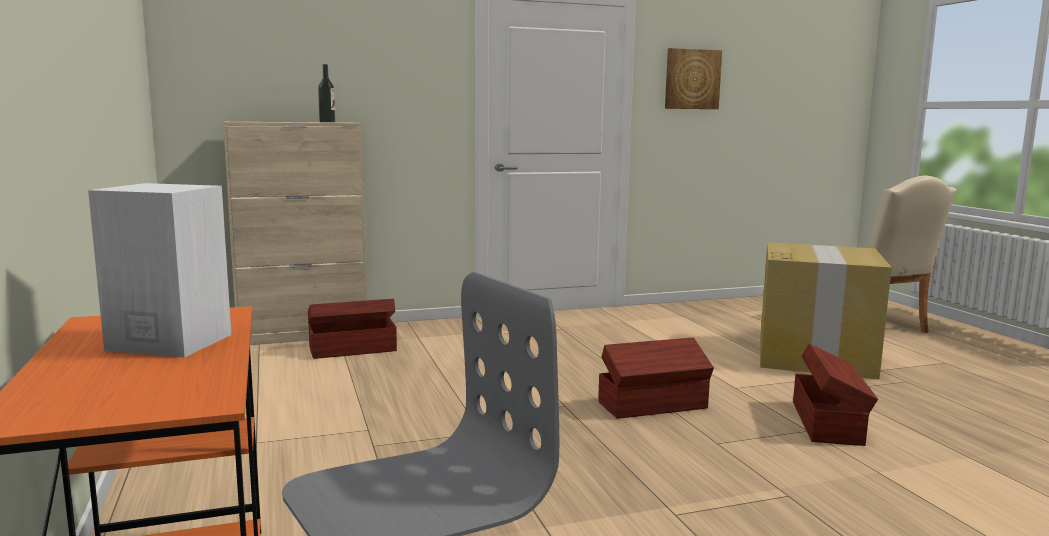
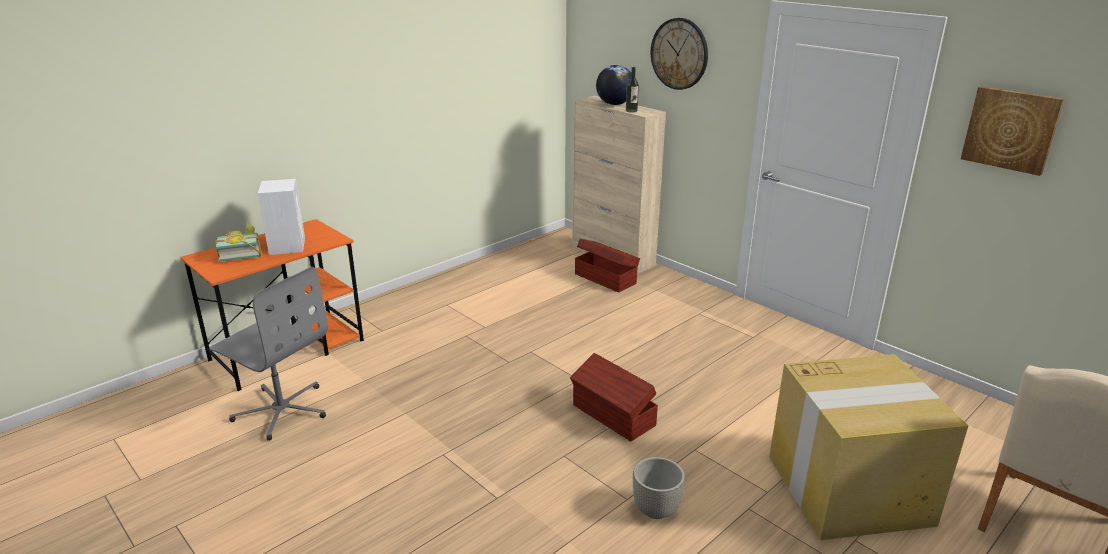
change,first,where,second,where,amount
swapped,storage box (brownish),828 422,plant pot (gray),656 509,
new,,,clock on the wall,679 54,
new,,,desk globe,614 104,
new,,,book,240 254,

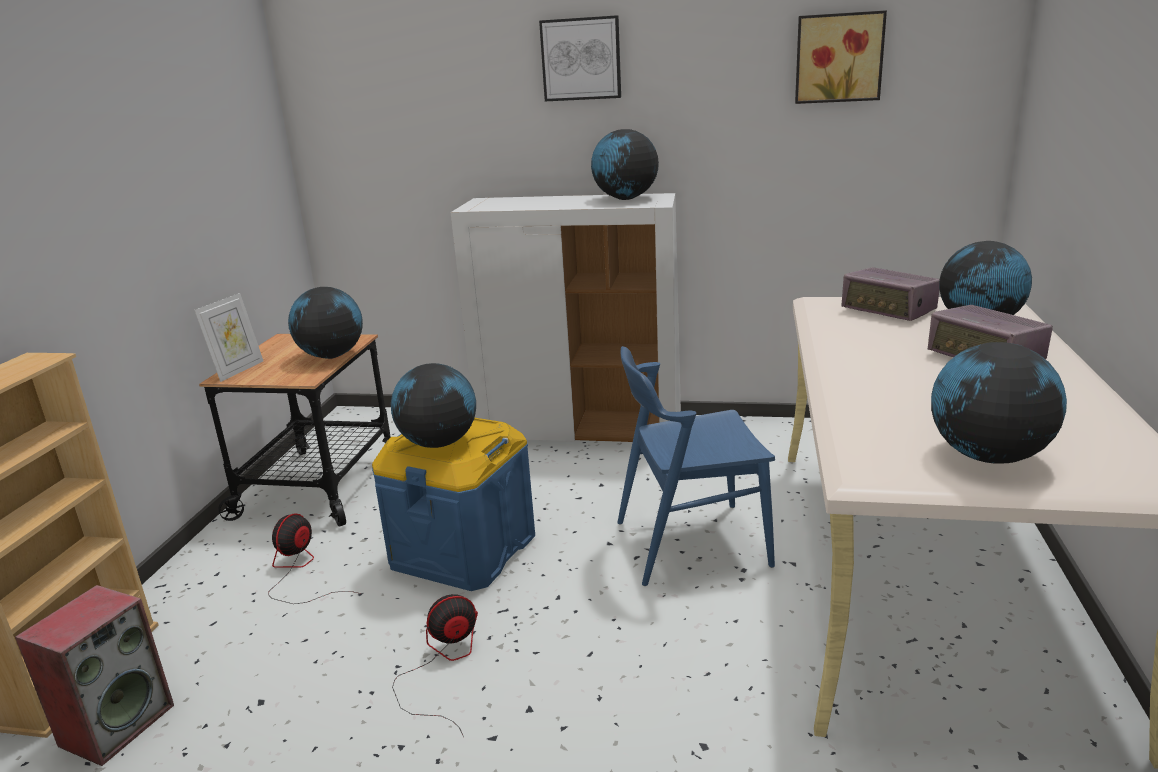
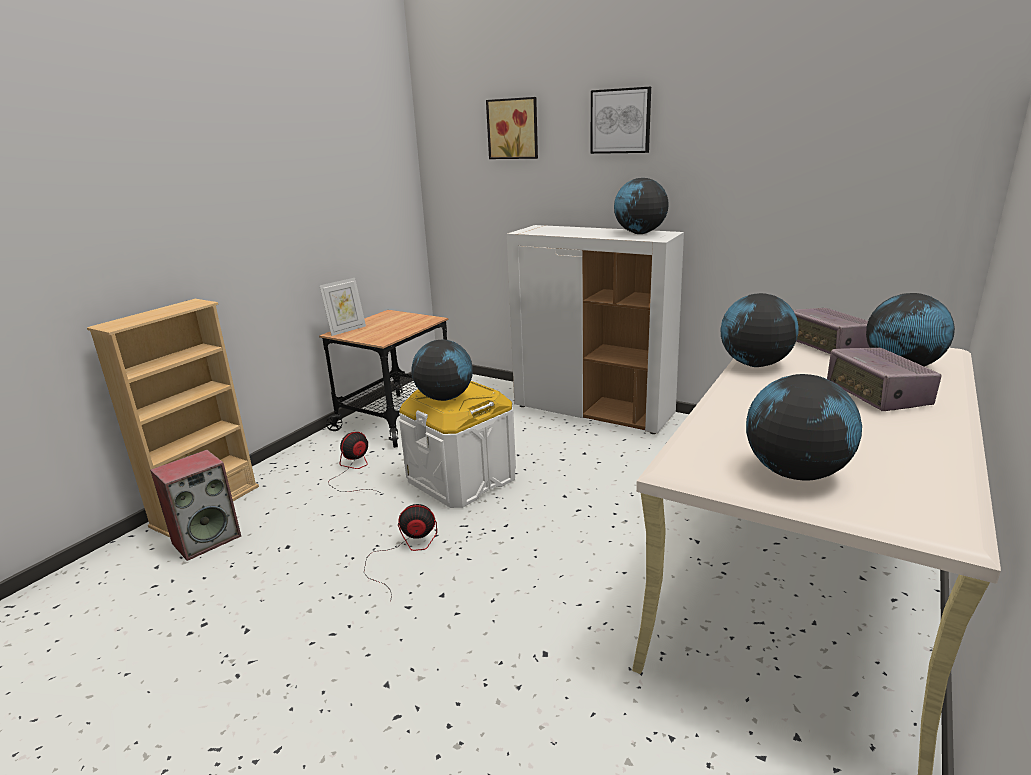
change,first,where,second,where,amount
shifted,wall art,838 58,,514 129,
shifted,desk globe,331 356,,754 364,
gone,plain chair (blue-coloured),690 543,,,
repainted,storage box (blue-coloured),463 550,storage box (whitish),462 479,

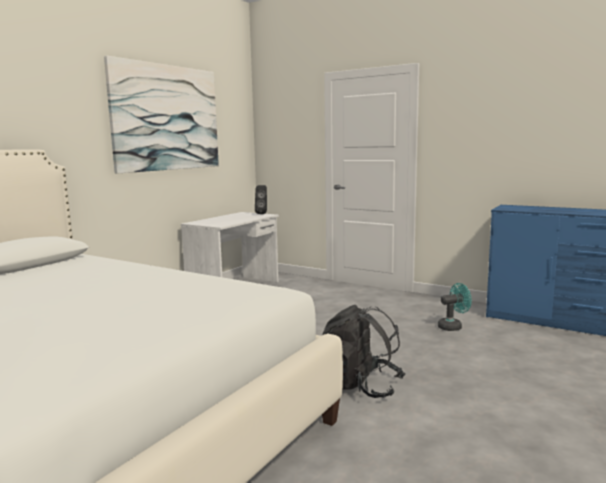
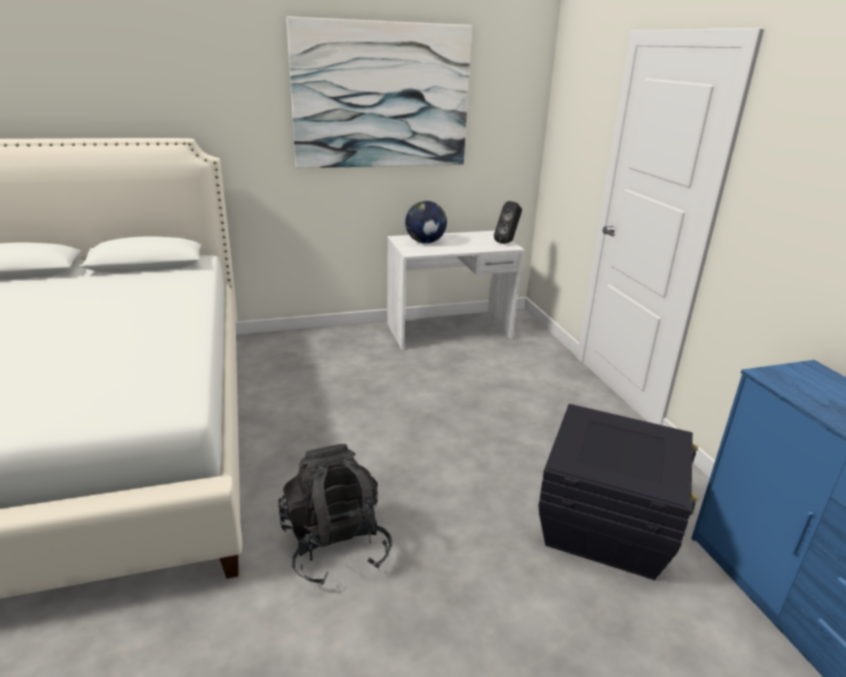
change,first,where,second,where,amount
swapped,electric fan (turquoise-coloured),453 326,storage box (black),606 526,
new,,,desk globe,425 242,

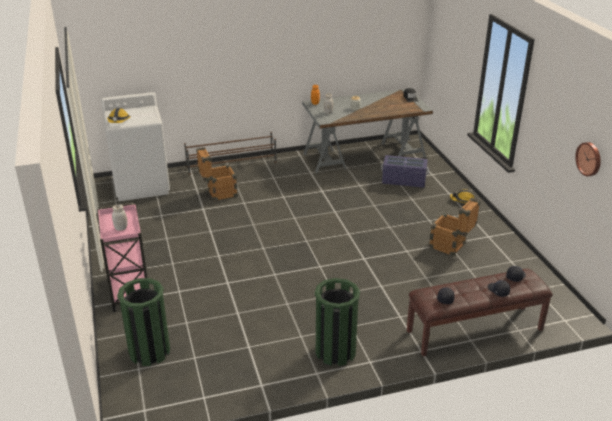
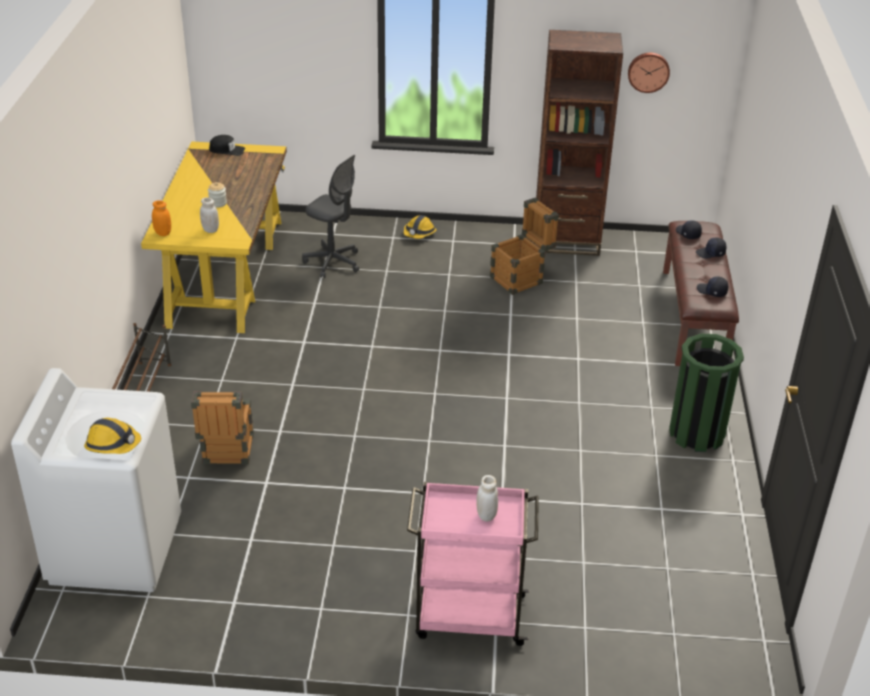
change,first,where,second,where,amount
repainted,desk table (gray),364 155,desk table (yellow),225 272,
swapped,storage box (purple),403 181,office chair (gray),333 262,
gone,waste bin (green),149 351,,,
new,,,shelving unit (brownish),566 241,

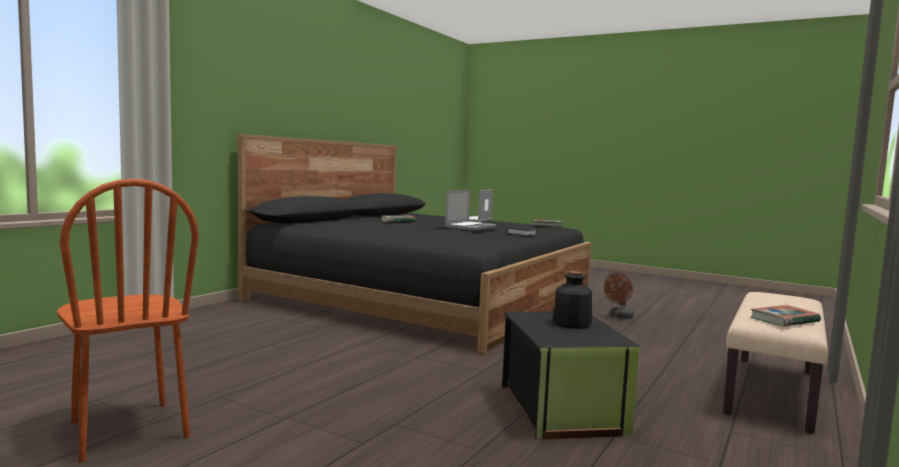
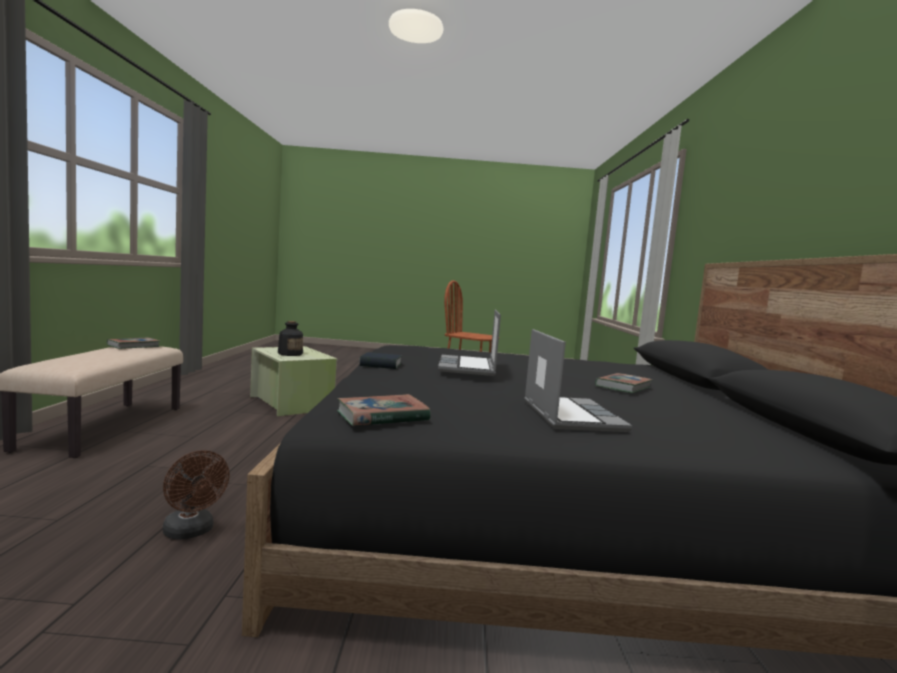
change,first,where,second,where,amount
rotated,electric fan (brownish),619 316,,191 532,120 degrees clockwise
repainted,storage box (black),559 408,storage box (green),292 403,

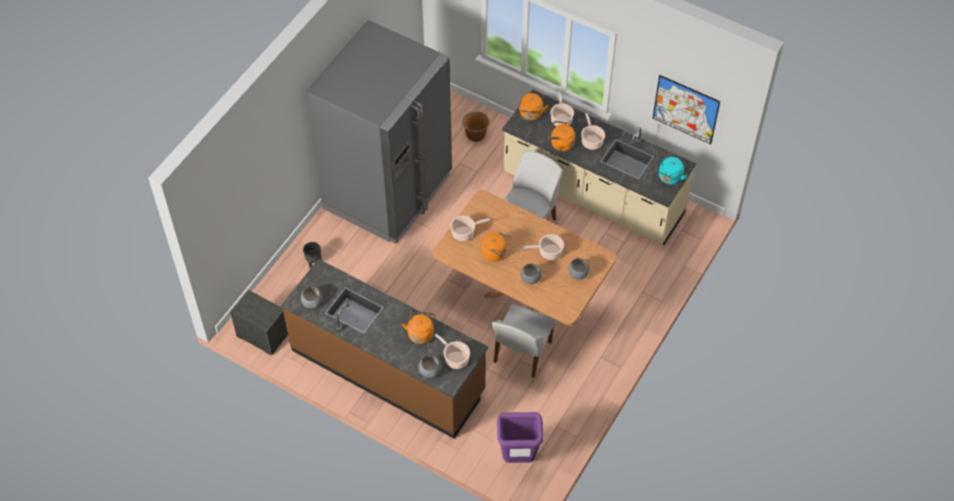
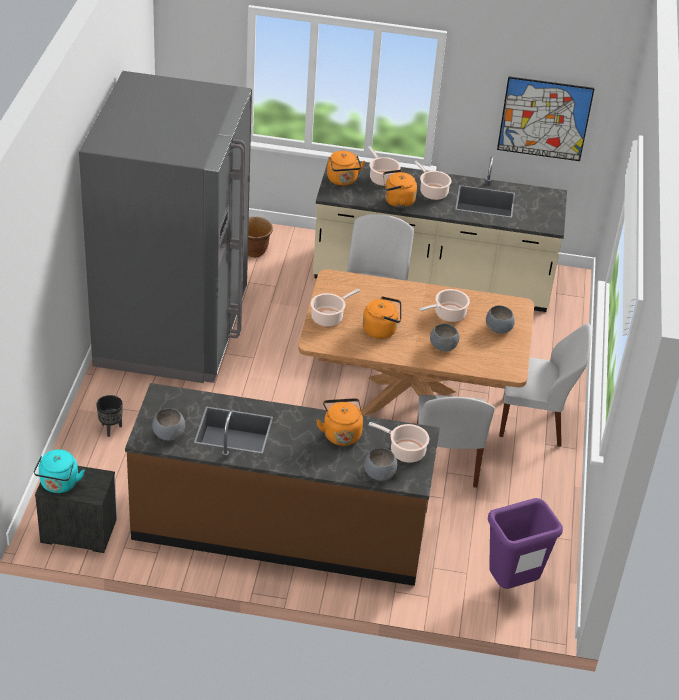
change,first,where,second,where,amount
shifted,tea kettle (turquoise-coloured),669 178,,59 485,
new,,,plain chair (whitish),534 422,

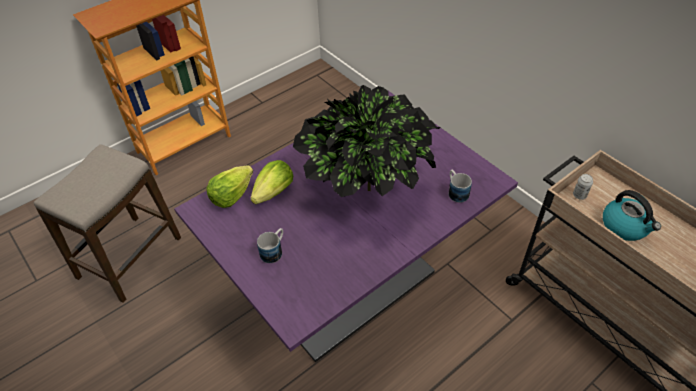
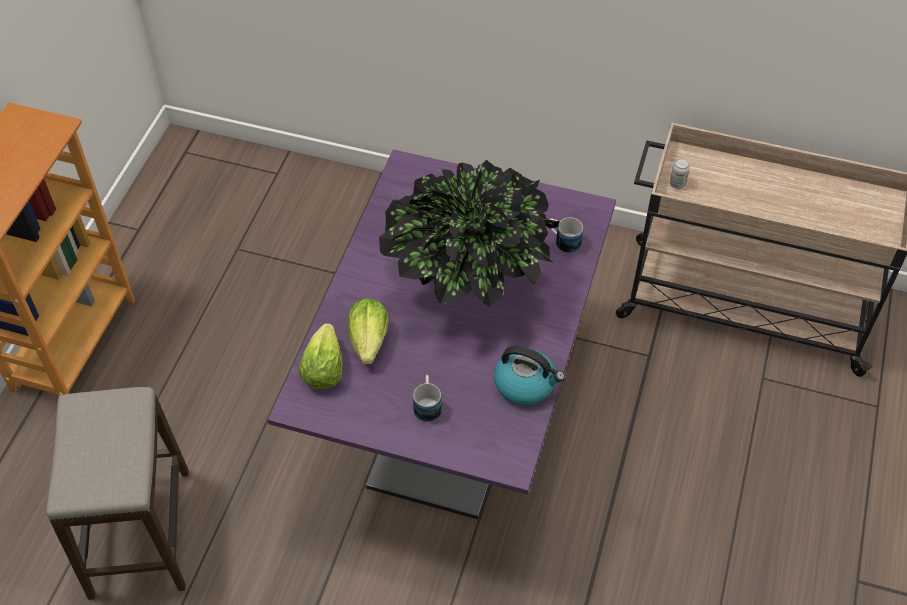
change,first,where,second,where,amount
shifted,tea kettle,625 226,,525 384,

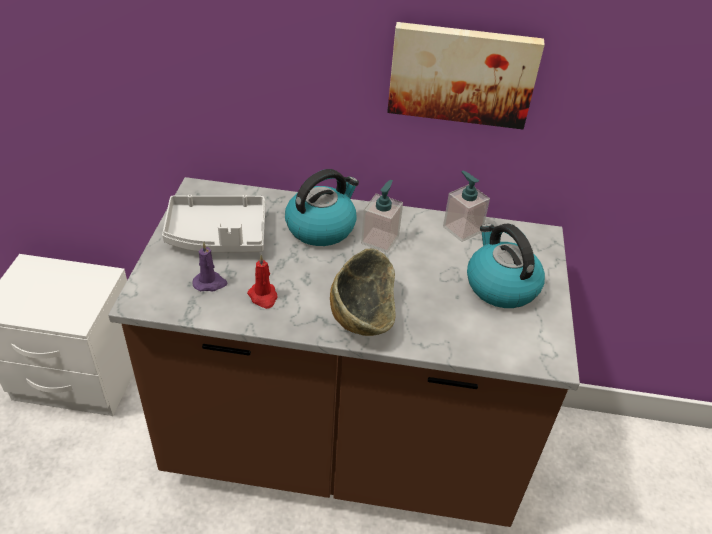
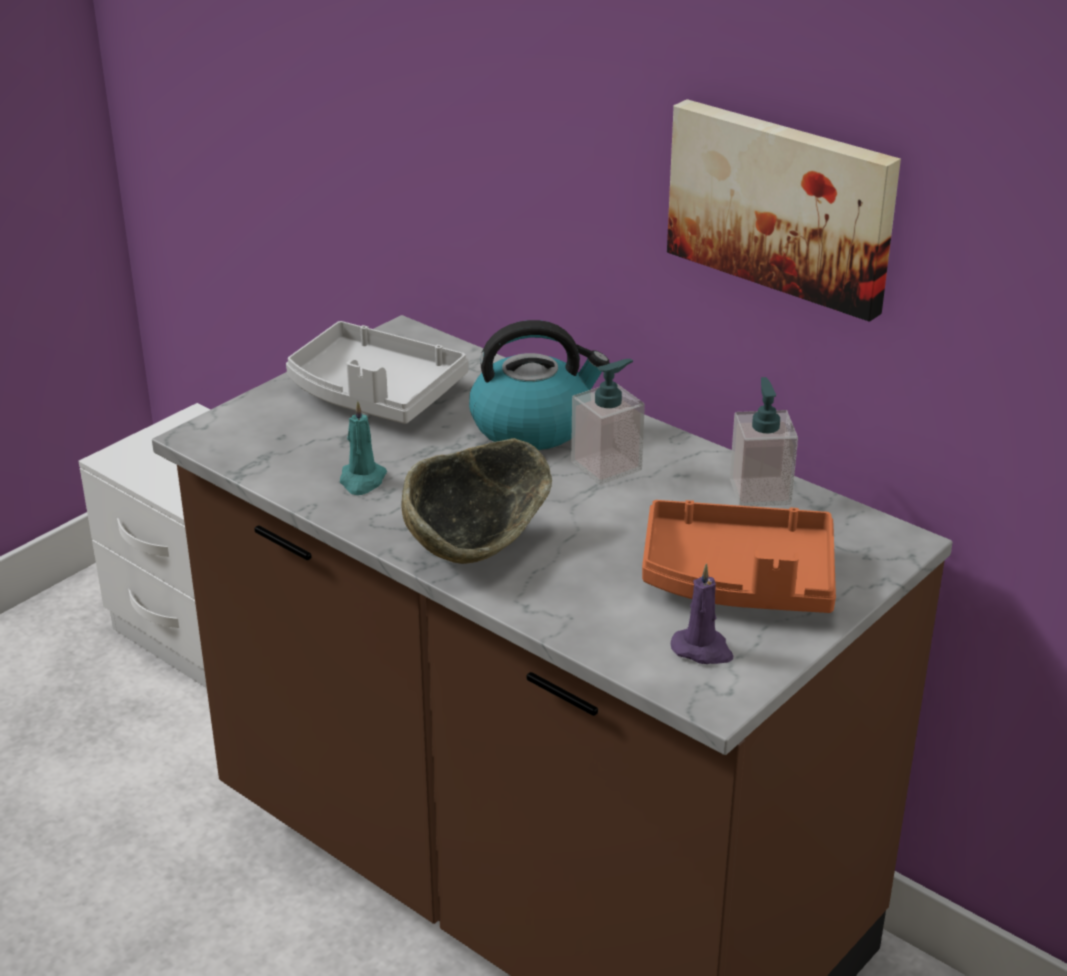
change,first,where,second,where,amount
swapped,tea kettle,500 285,serving tray (orange),738 580,
shifted,wax candle (purple),210 283,,703 650,
repainted,wax candle (red),263 297,wax candle (turquoise-coloured),362 480,

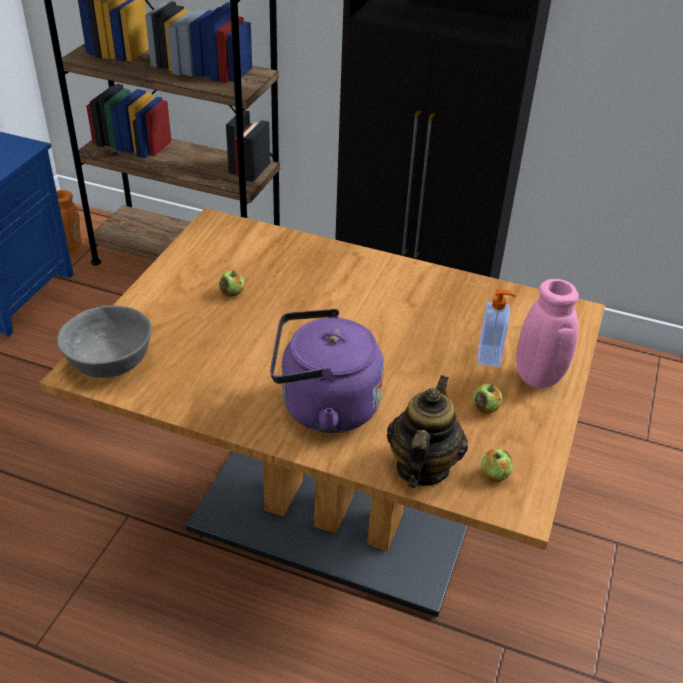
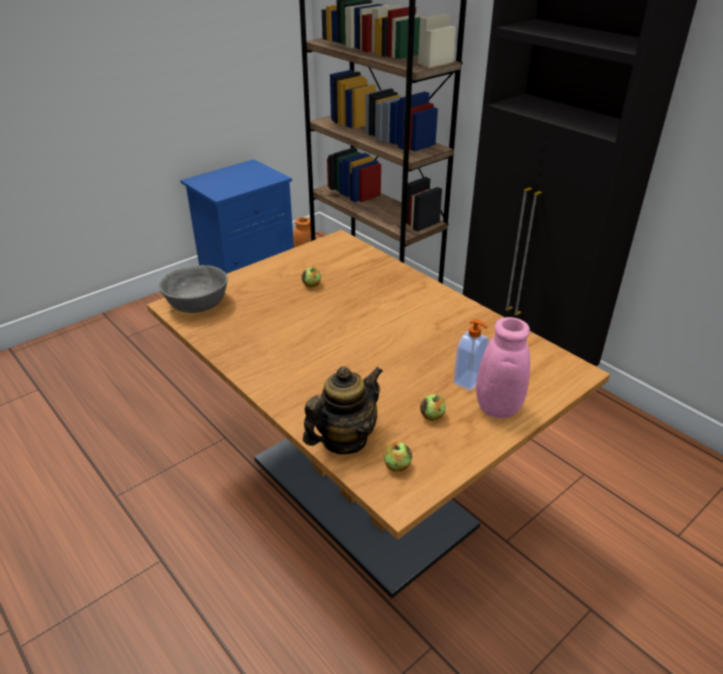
change,first,where,second,where,amount
gone,tea kettle (purple),323 406,,,

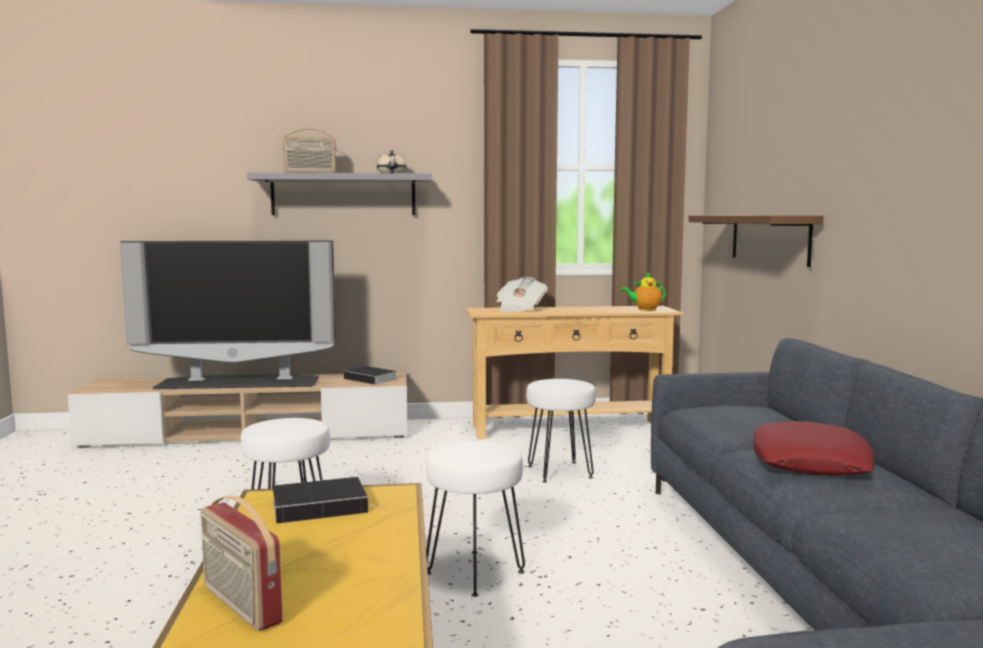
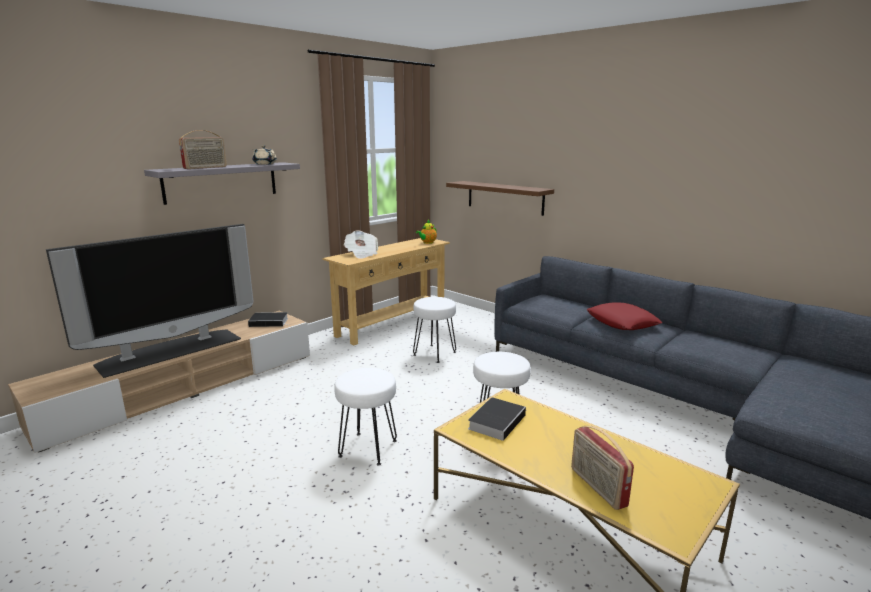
change,first,where,second,where,amount
rotated,radio set,239 605,,597 487,60 degrees clockwise

